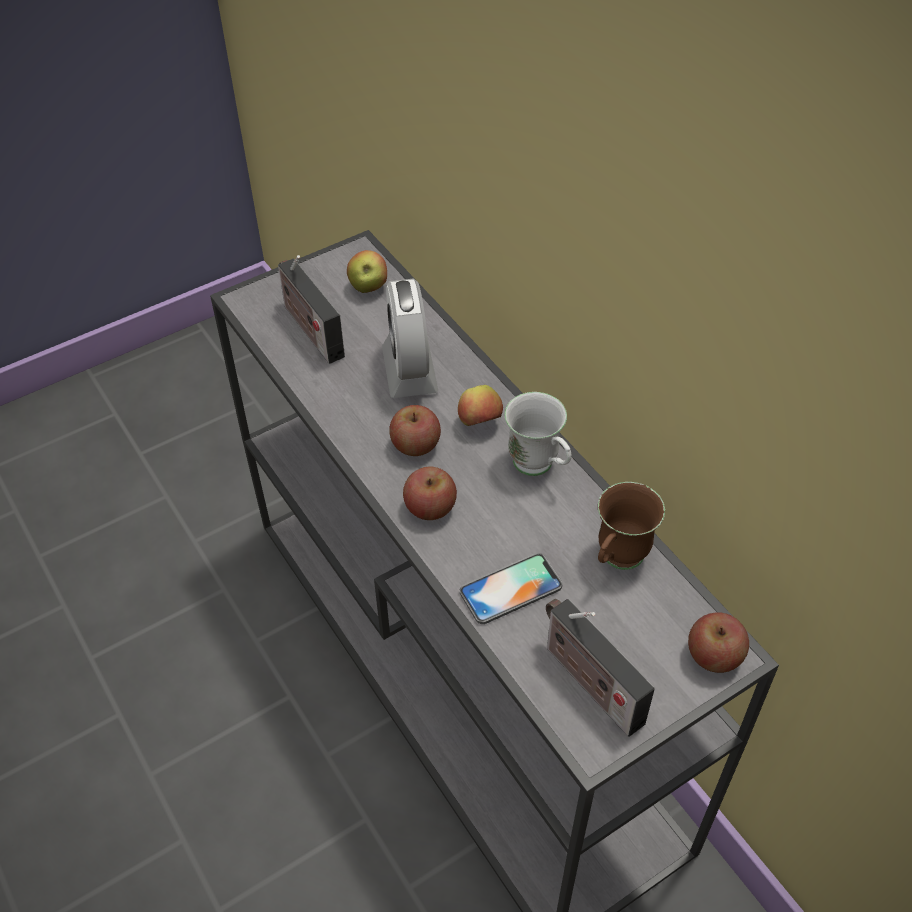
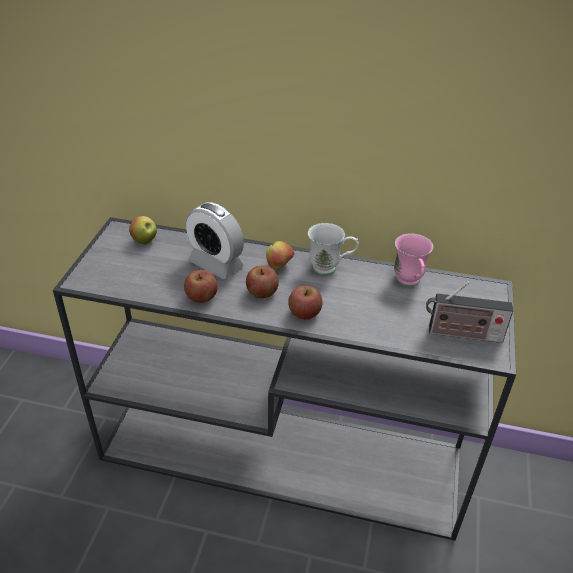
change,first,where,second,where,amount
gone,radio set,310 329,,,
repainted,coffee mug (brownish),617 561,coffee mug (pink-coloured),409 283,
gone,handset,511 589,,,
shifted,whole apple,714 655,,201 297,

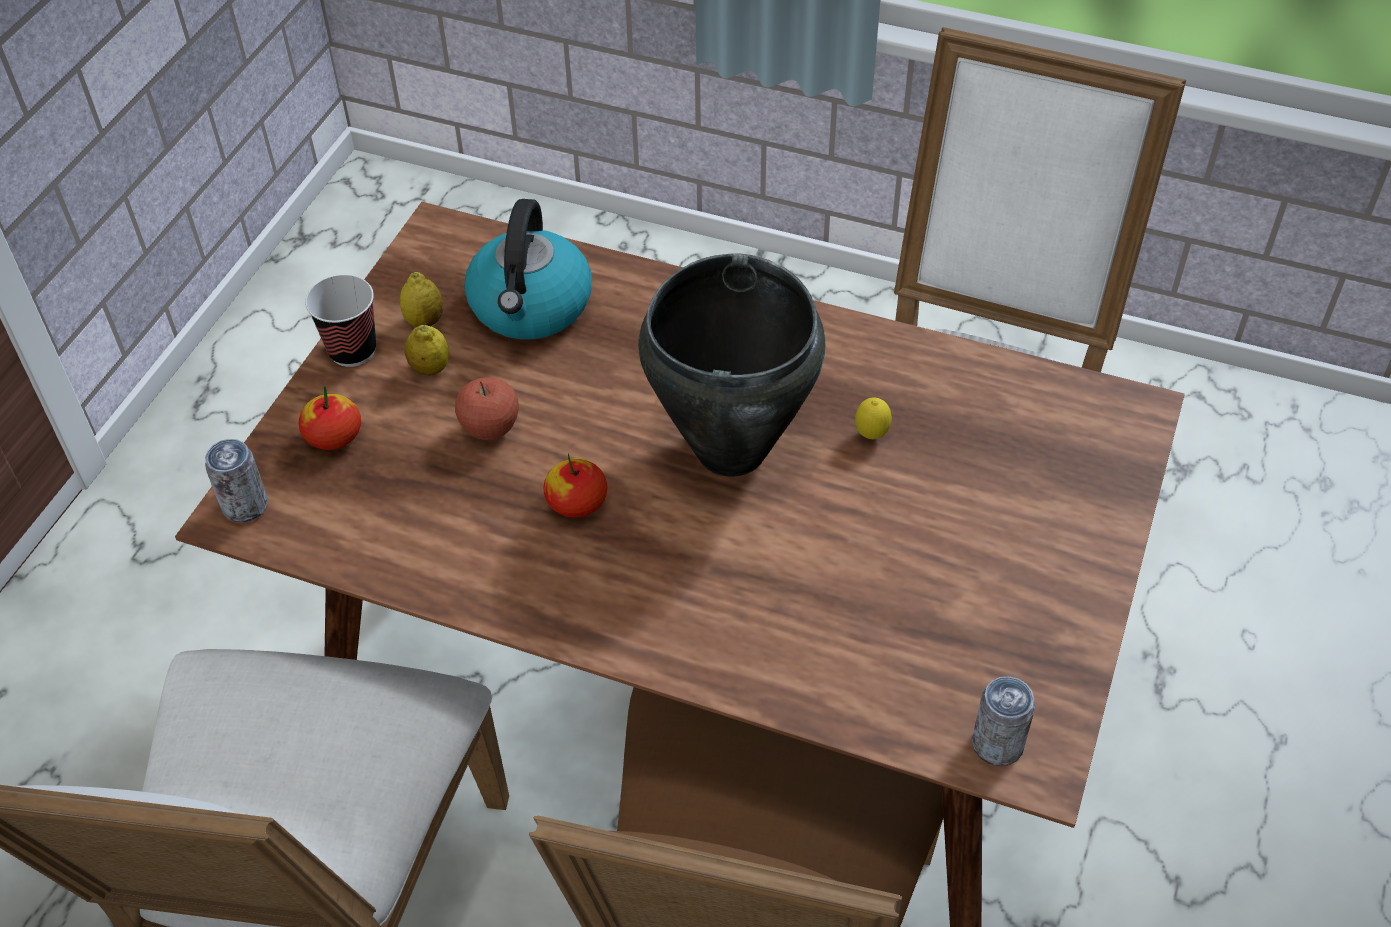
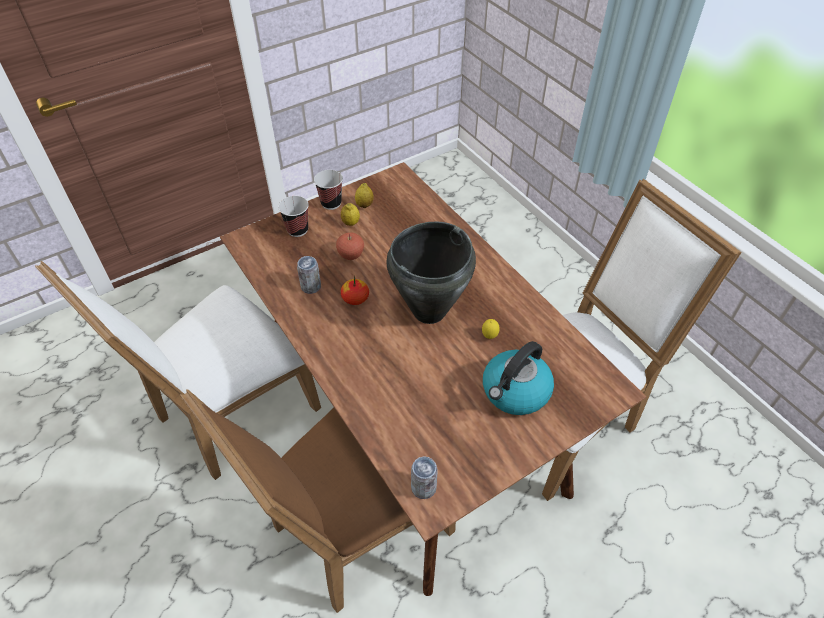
change,first,where,second,where,amount
shifted,tea kettle,531 307,,515 392,
swapped,whole apple,334 436,drinking cup,297 230,
shifted,metal can,245 506,,311 287,

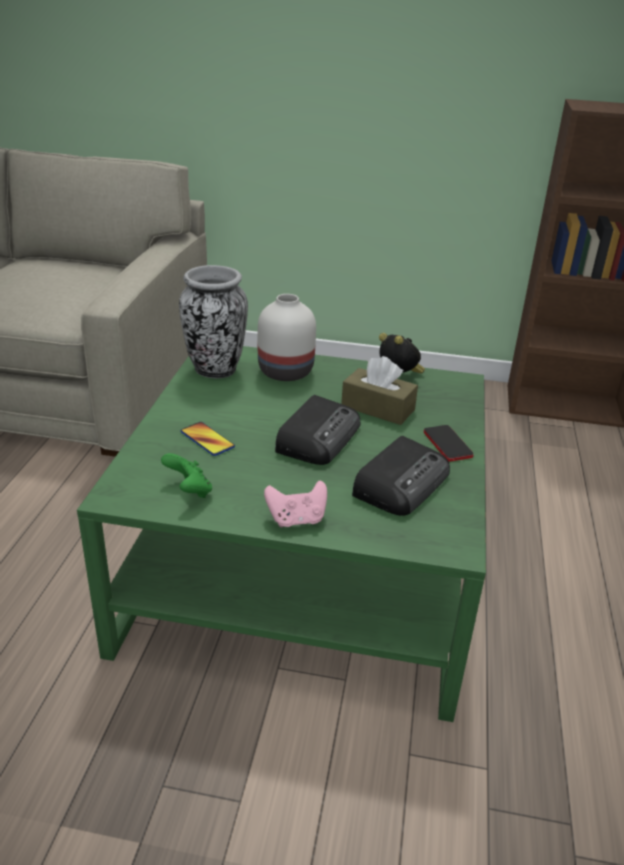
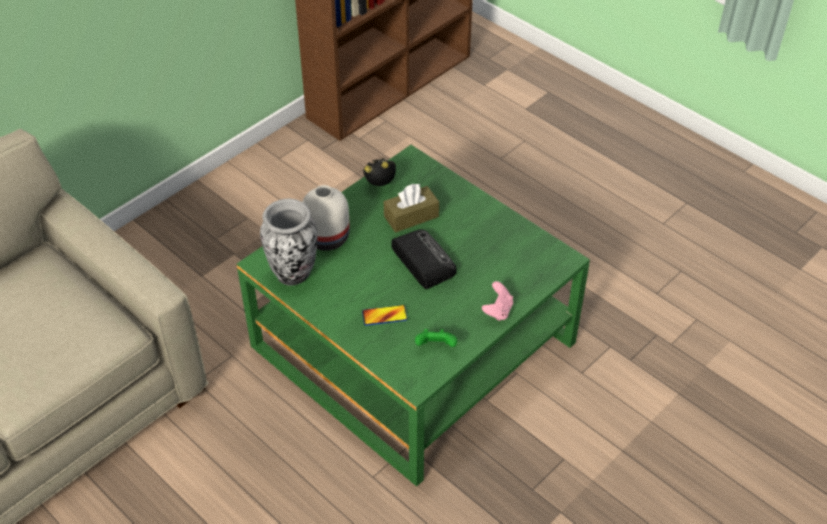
change,first,where,second,where,amount
gone,handset,447 444,,,
gone,radio set,402 482,,,

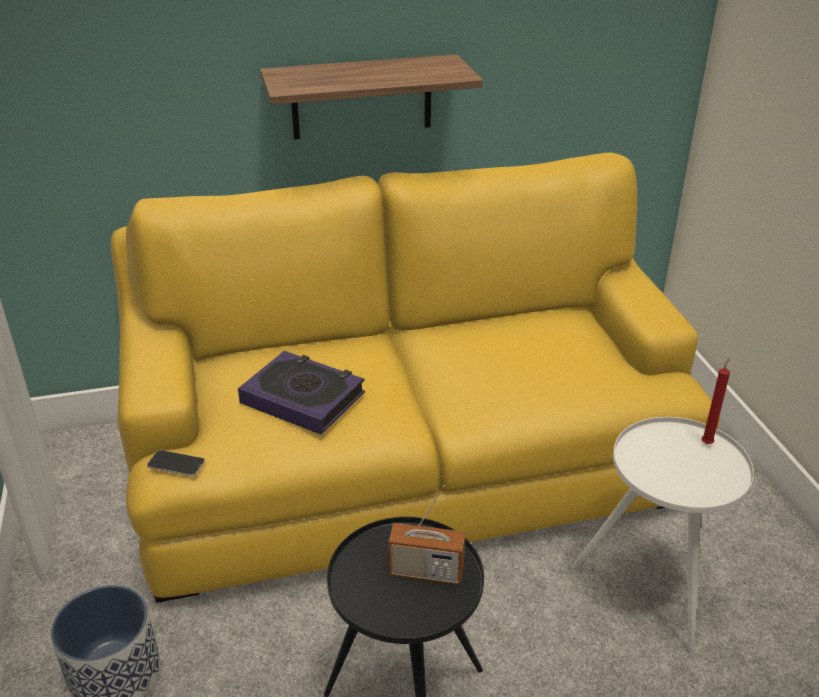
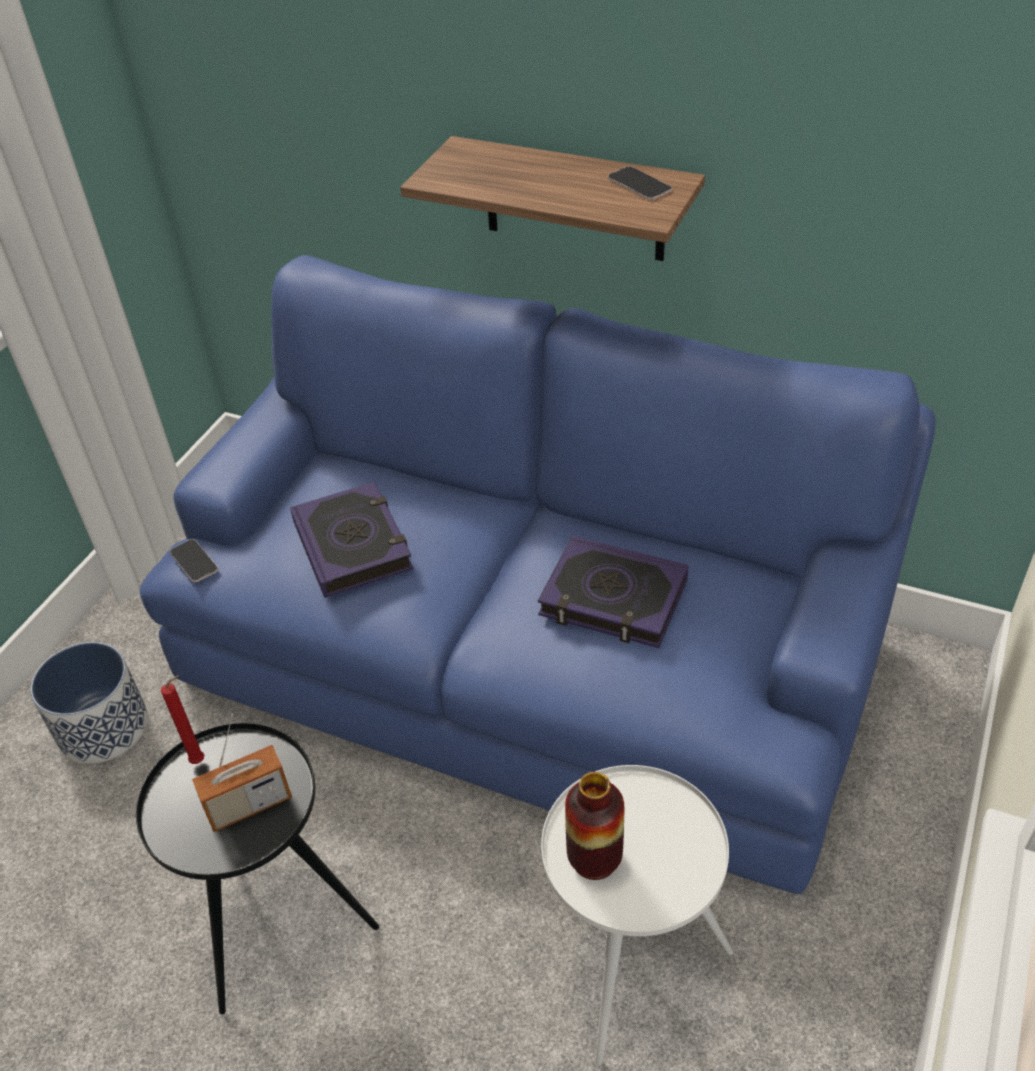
change,first,where,second,where,amount
repainted,sofa (yellow),409 463,sofa (blue-coloured),528 659,
shifted,wax candle (red),707 442,,200 760,
rotated,radio set,426 572,,249 805,75 degrees counterclockwise
new,,,handset,639 184,
new,,,book,613 599,
new,,,vase,594 859,

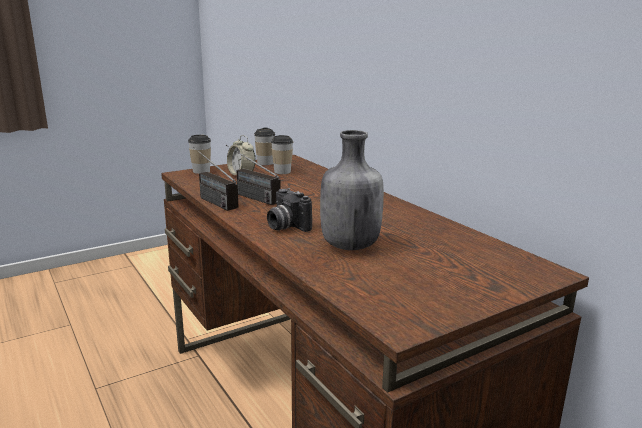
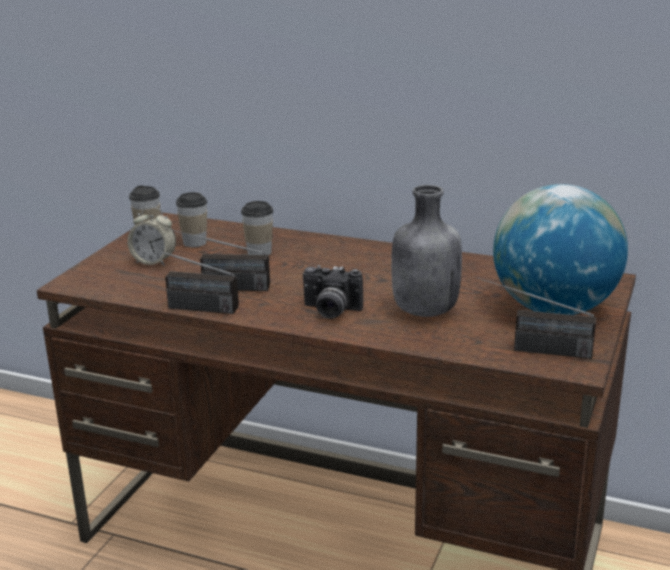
change,first,where,second,where,amount
shifted,drinking cup,201 171,,259 252,
new,,,desk globe,554 309,
new,,,radio set,531 349,

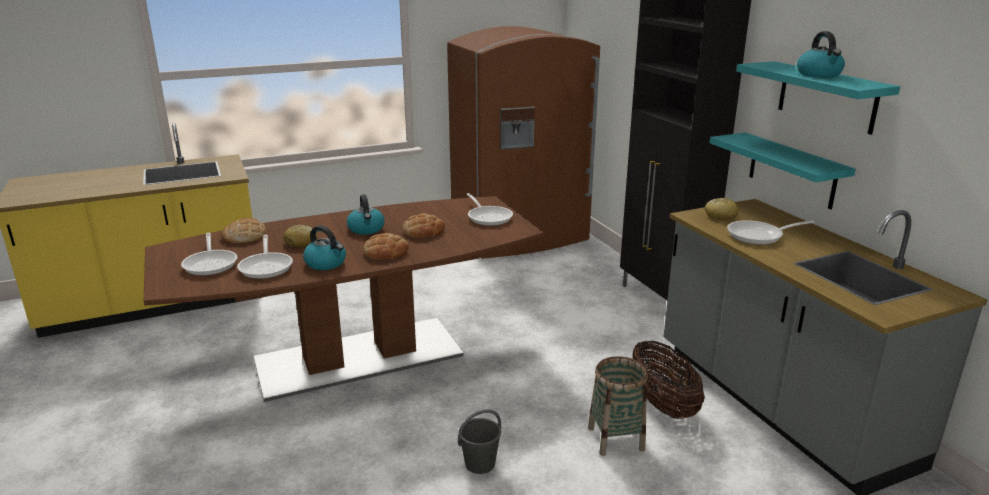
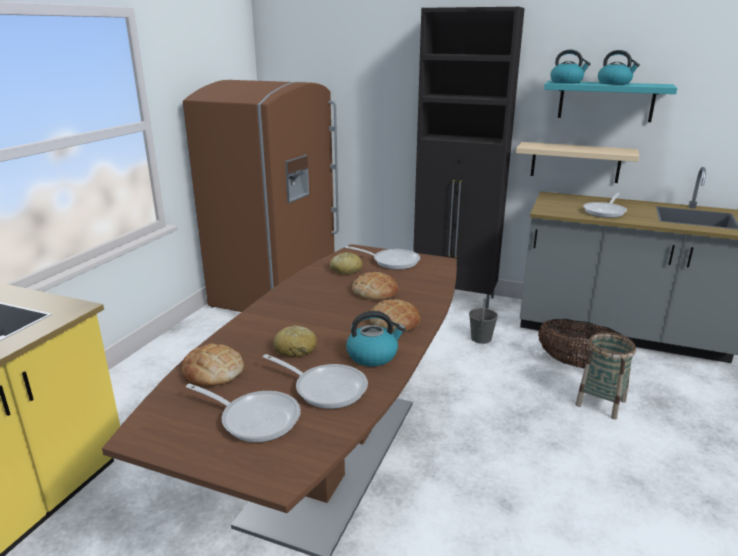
change,first,where,second,where,amount
repainted,shelf (turquoise-coloured),792 170,shelf (sand-coloured),575 162,
shifted,tea kettle,366 229,,567 82,
shifted,baked bread,720 215,,345 270,
shifted,pail (gray),479 464,,481 338,

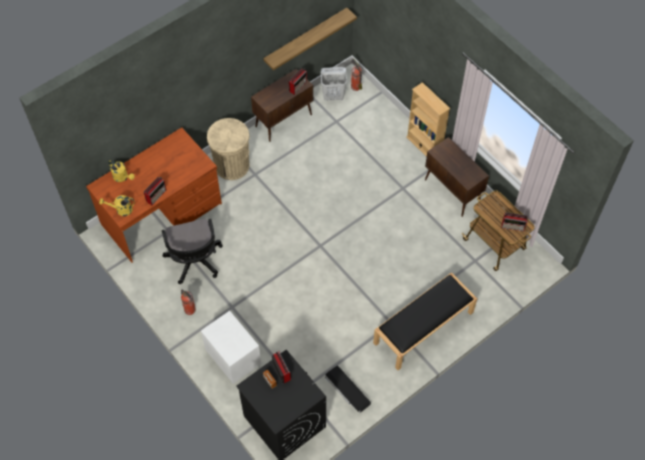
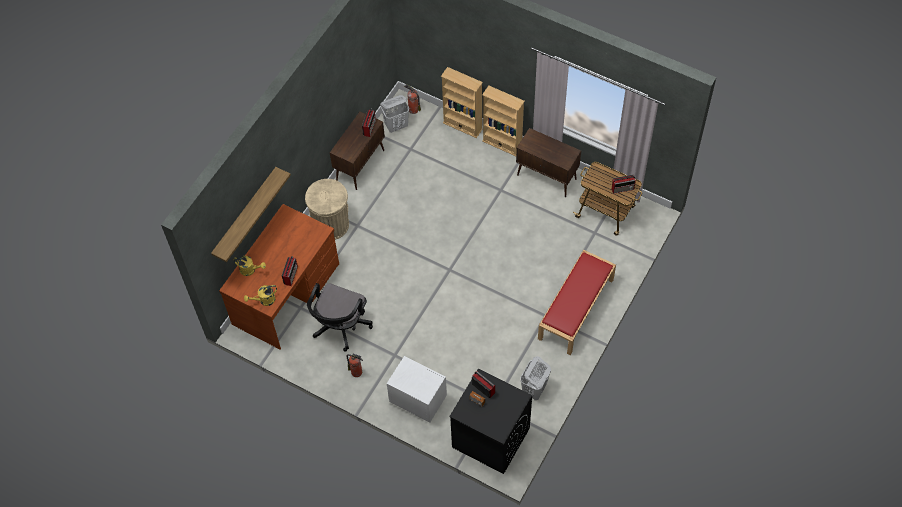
change,first,where,second,where,amount
shifted,shelf,305 38,,245 214,
rotated,office chair (black),195 262,,340 327,60 degrees clockwise
repainted,indoor bench (black),423 328,indoor bench (red),576 309,
swapped,storage box (black),347 391,washing basket (whitish),534 390,
new,,,shelving unit (sand-coloured),462 126,

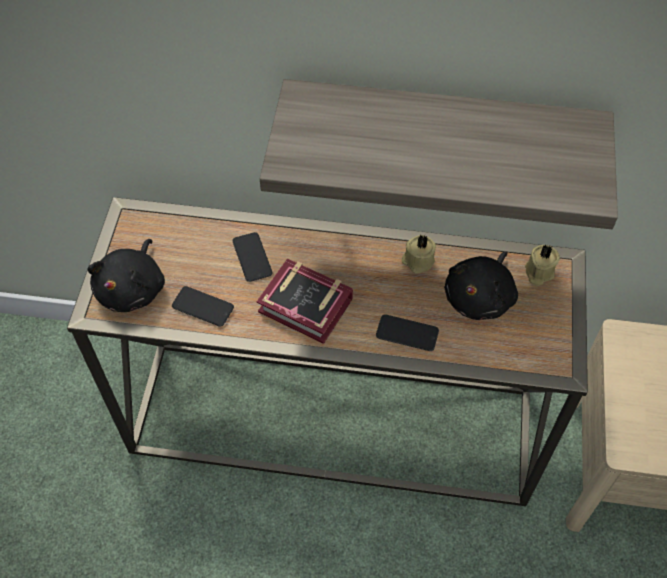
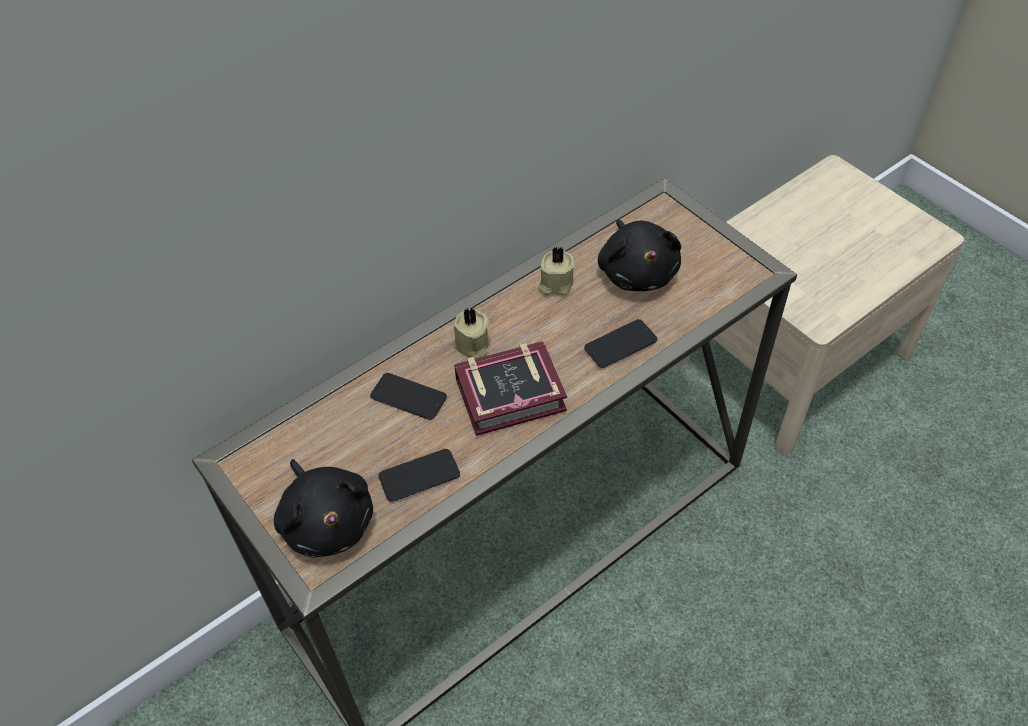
change,first,where,second,where,amount
gone,shelf,440 133,,,
shifted,wax candle (sand-coloured),538 272,,472 345,

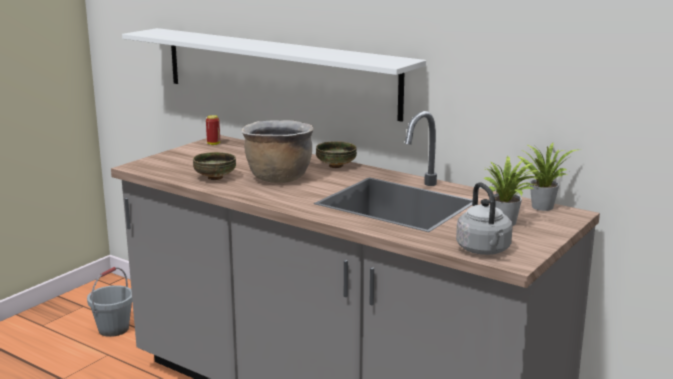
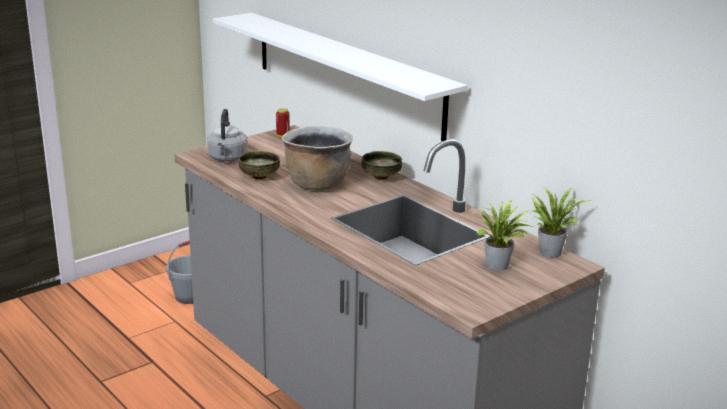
change,first,where,second,where,amount
shifted,tea kettle (gray),484 250,,227 159,

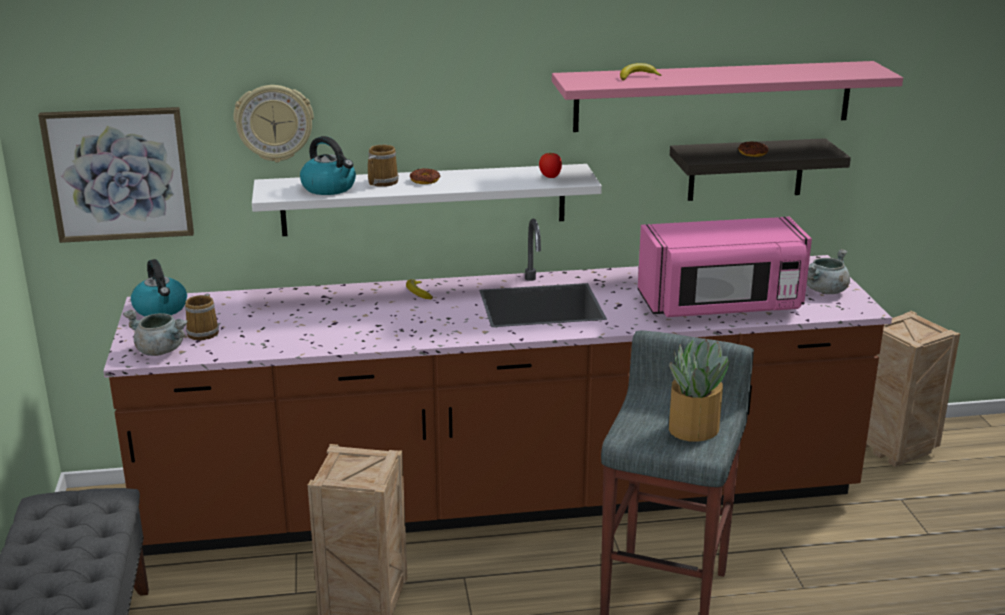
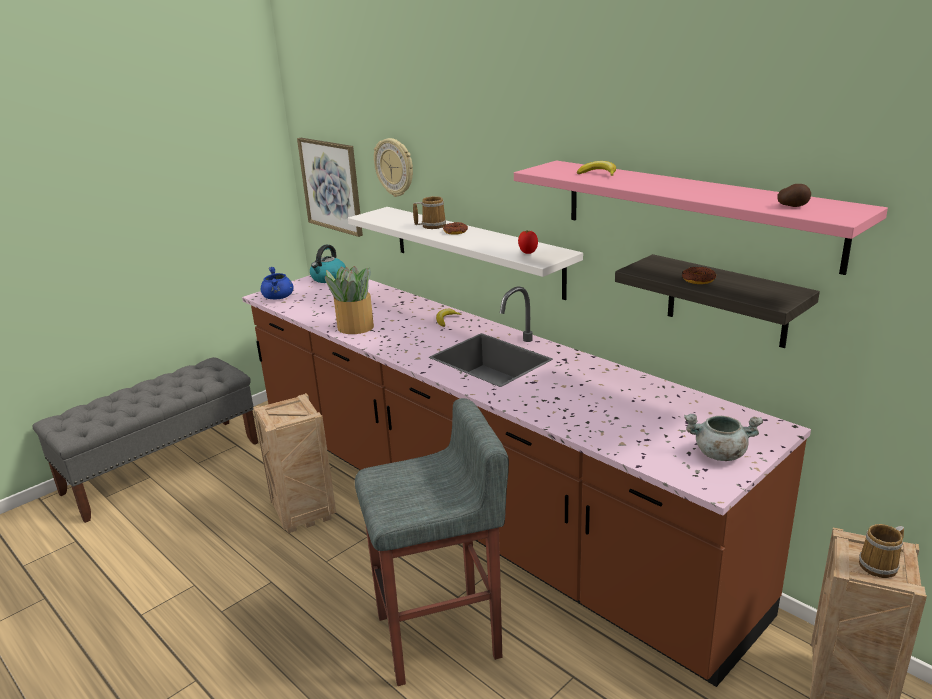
change,first,where,second,where,amount
gone,tea kettle,329 188,,,
gone,microwave oven (pink-coloured),721 306,,,
shifted,coffee mug,204 332,,881 565,
repainted,cooking pot (gray),161 351,cooking pot (blue-coloured),278 298,
shifted,potted plant,692 428,,354 327,
new,,,whole potato,792 206,

